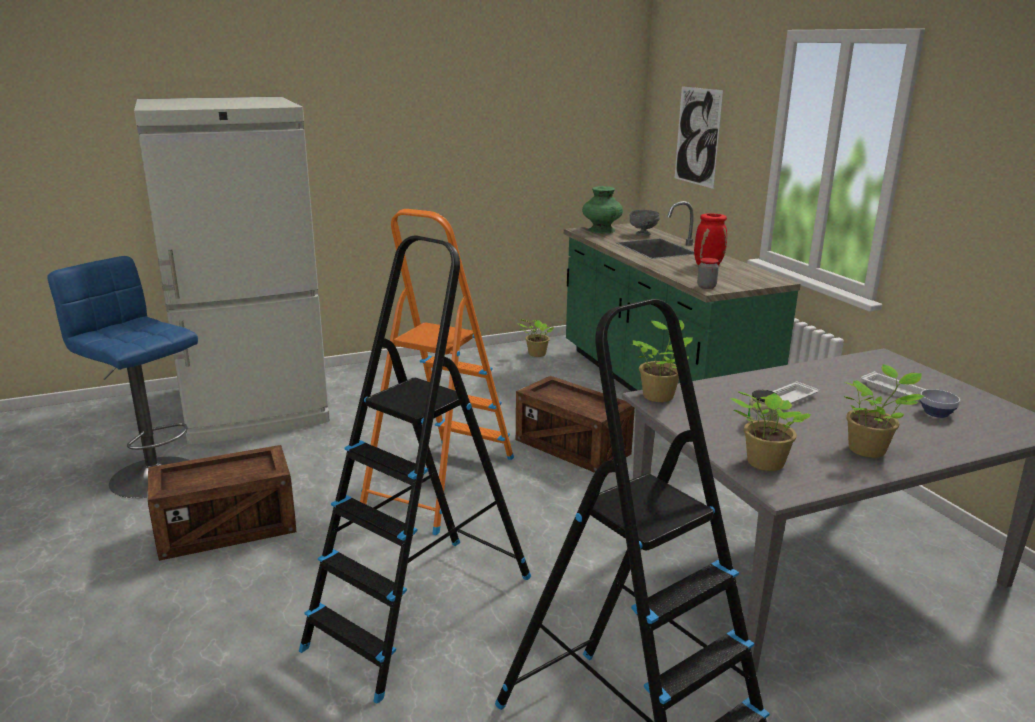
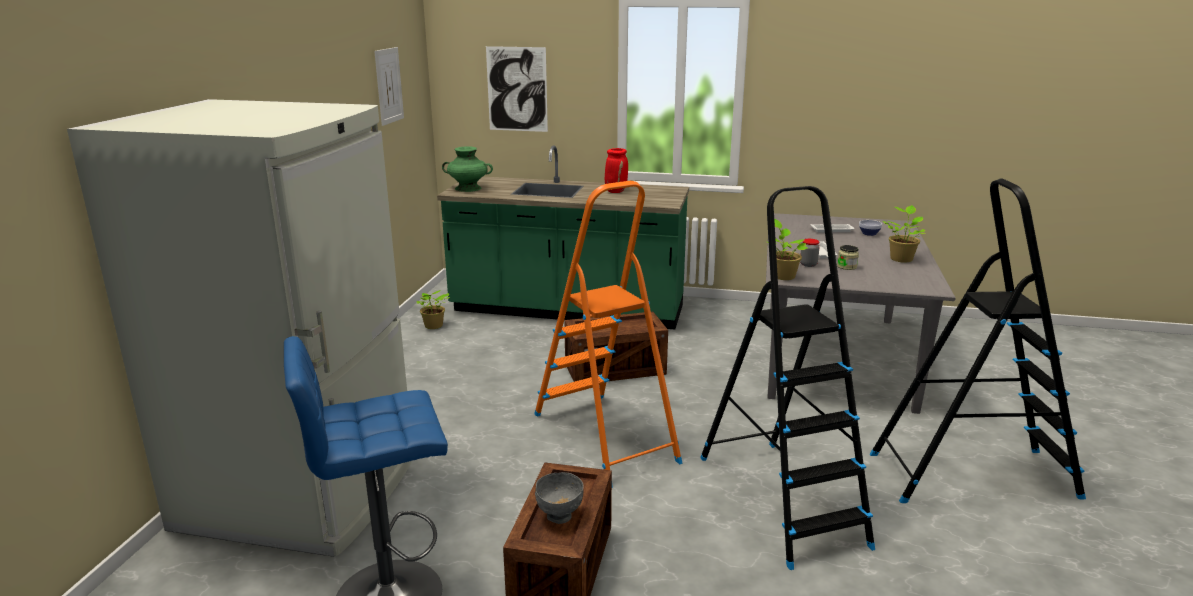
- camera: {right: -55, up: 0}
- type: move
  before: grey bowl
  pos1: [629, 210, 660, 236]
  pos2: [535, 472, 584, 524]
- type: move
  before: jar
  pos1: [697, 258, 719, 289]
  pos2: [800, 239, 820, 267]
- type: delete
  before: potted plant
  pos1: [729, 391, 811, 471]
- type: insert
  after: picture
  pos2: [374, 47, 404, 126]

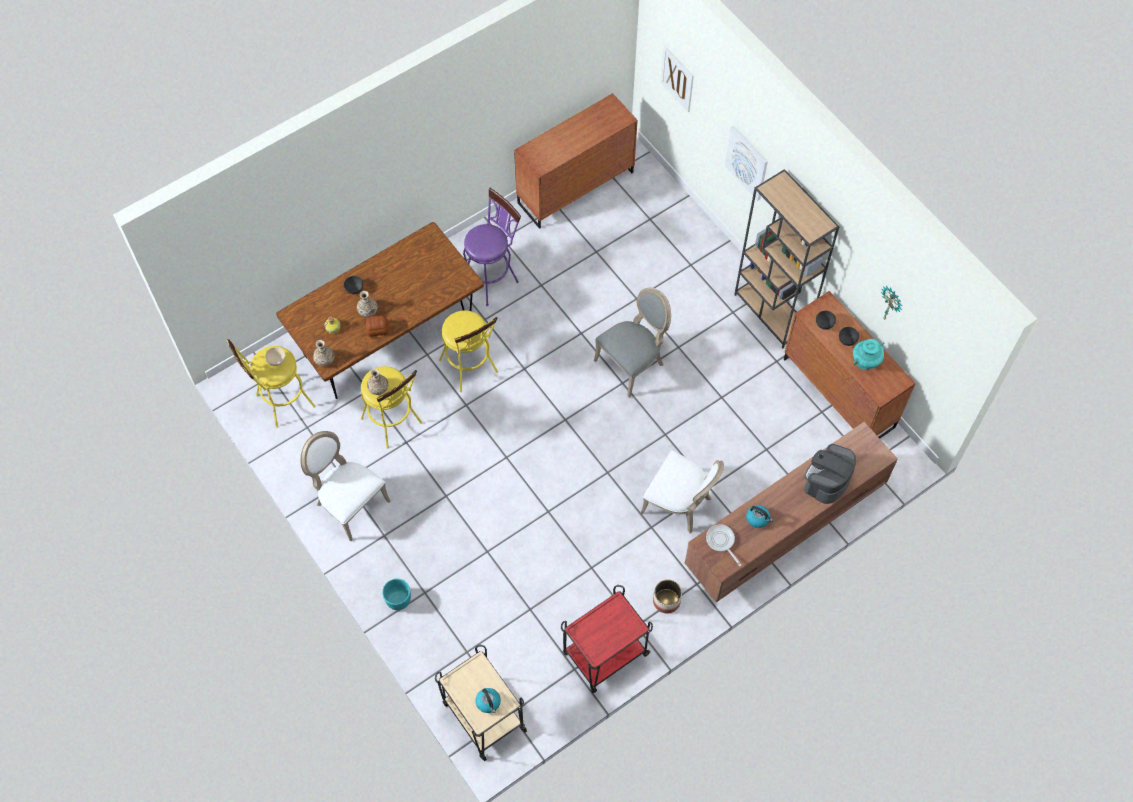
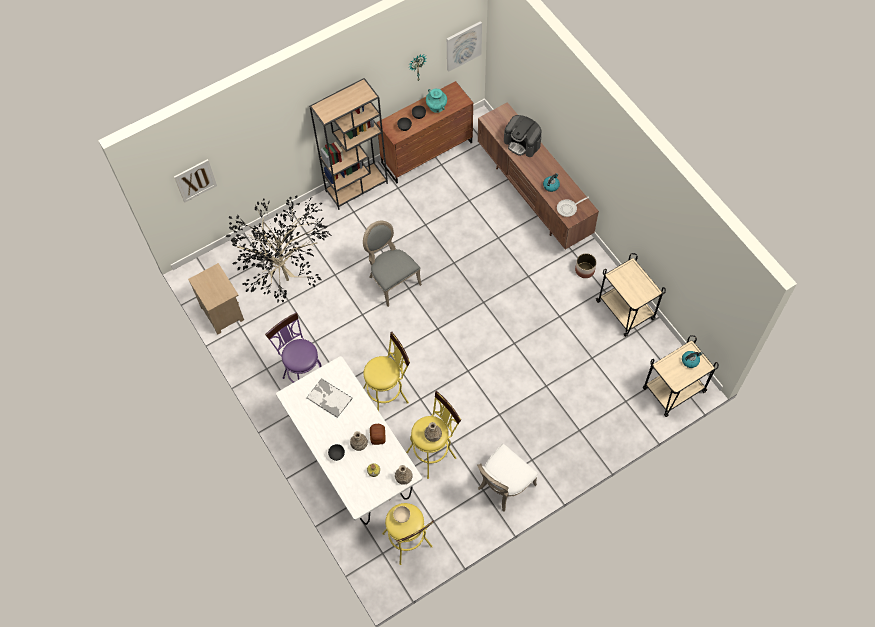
- camera: {right: -85, up: 0}
- type: replace
  before: brown dresser
  after: beige nightstand
  pos1: [514, 93, 638, 229]
  pos2: [188, 263, 244, 335]
- type: move
  before: picture
  pos1: [725, 125, 768, 201]
  pos2: [447, 21, 482, 72]
- type: recolor
  before: brown dining table
  after: white dining table
  pos1: [276, 222, 484, 399]
  pos2: [276, 356, 422, 525]
- type: delete
  before: white chair
  pos1: [641, 450, 724, 533]
- type: delete
  before: turquoise planter
  pos1: [382, 579, 411, 610]
- type: recolor
  before: red cart
  after: beige cart
  pos1: [561, 585, 653, 693]
  pos2: [596, 253, 666, 337]
- type: insert
  after: potted plant
  pos2: [226, 195, 332, 303]
- type: insert
  after: tray
  pos2: [306, 378, 353, 418]

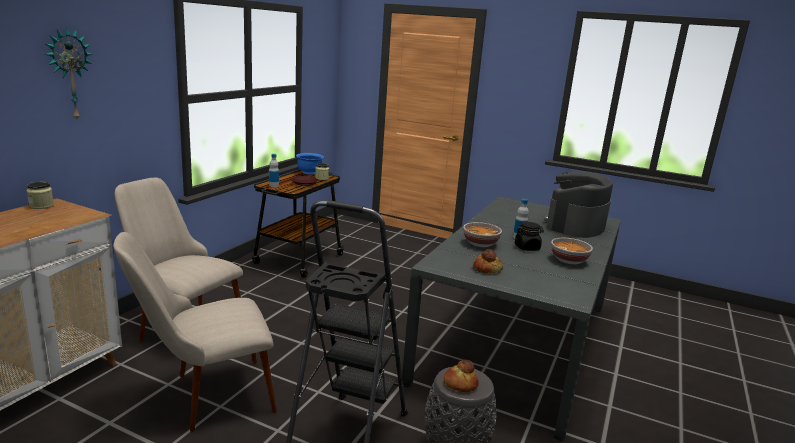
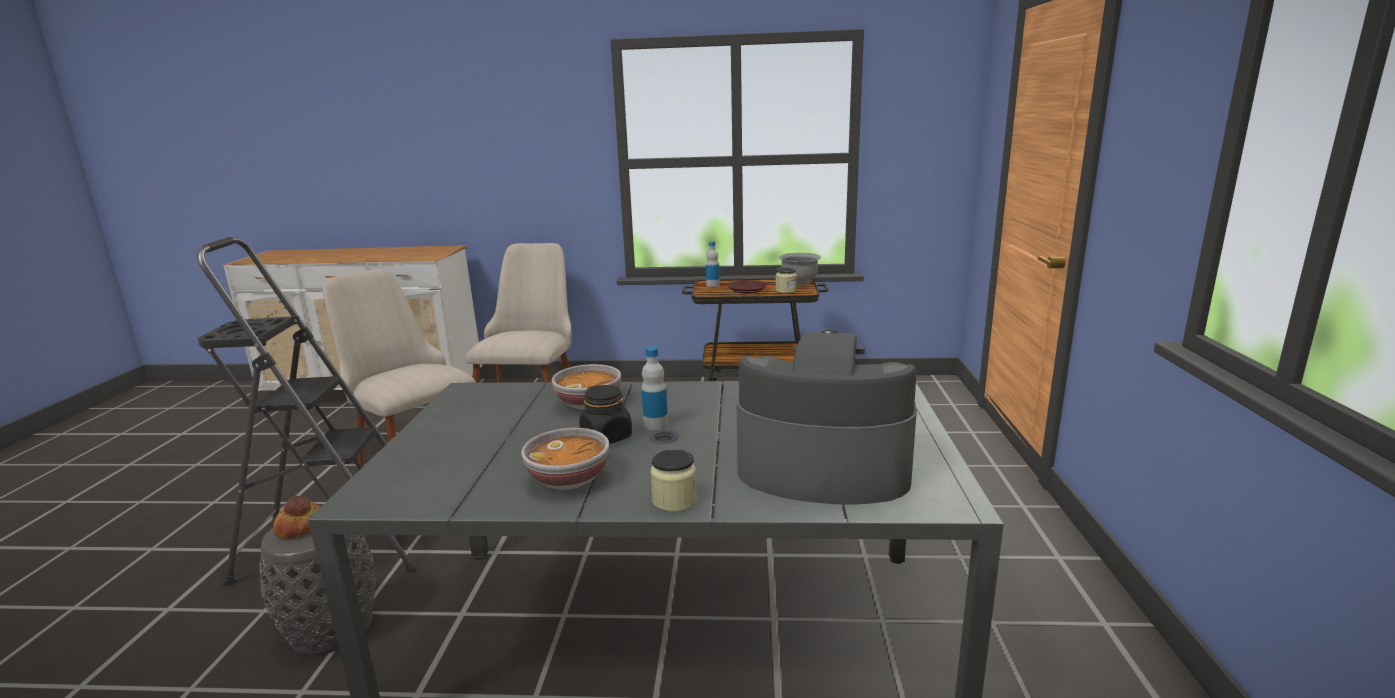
- camera: {right: 70, up: 0}
- type: delete
  before: wall clock
  pos1: [45, 28, 92, 119]
- type: recolor
  before: blue bowl
  after: grey bowl
  pos1: [296, 153, 324, 175]
  pos2: [779, 253, 821, 285]
- type: move
  before: jar
  pos1: [27, 182, 54, 209]
  pos2: [651, 449, 697, 512]
- type: delete
  before: bread
  pos1: [473, 249, 503, 273]

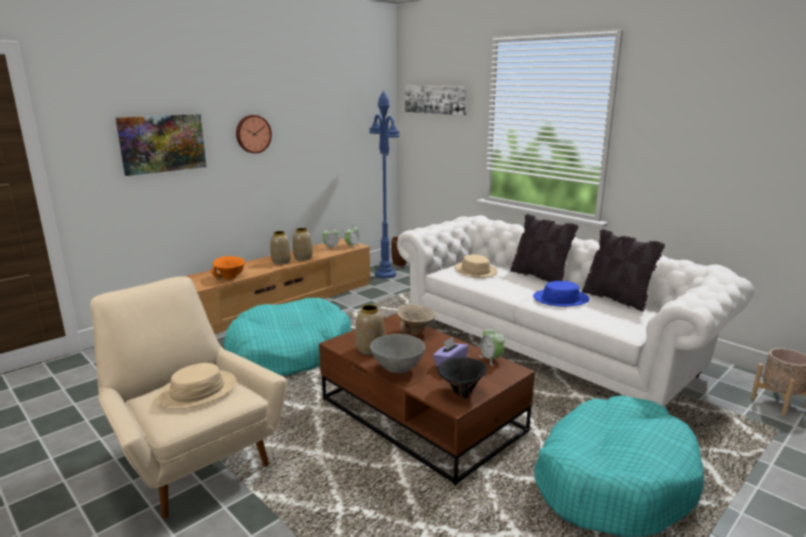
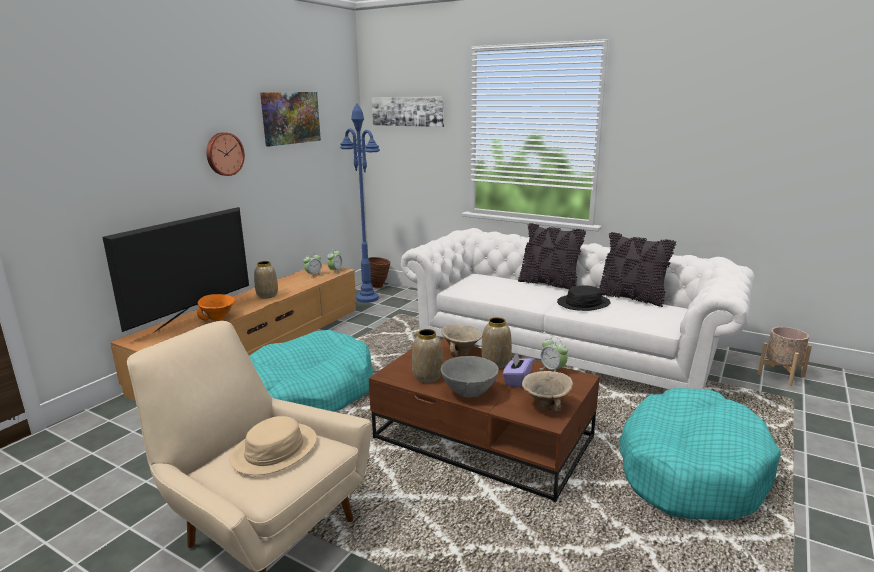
- camera: {right: -15, up: 0}
- type: move
  before: picture
  pos1: [116, 114, 207, 176]
  pos2: [260, 92, 321, 146]
- type: move
  before: vase
  pos1: [293, 228, 313, 261]
  pos2: [481, 317, 512, 369]
- type: delete
  before: beige hat
  pos1: [454, 254, 498, 278]
- type: recolor
  before: blue hat
  after: black hat
  pos1: [533, 281, 589, 307]
  pos2: [557, 285, 611, 311]
- type: recolor
  before: black bowl
  after: beige bowl
  pos1: [438, 357, 487, 399]
  pos2: [522, 371, 573, 413]
- type: insert
  after: television
  pos2: [102, 207, 249, 333]

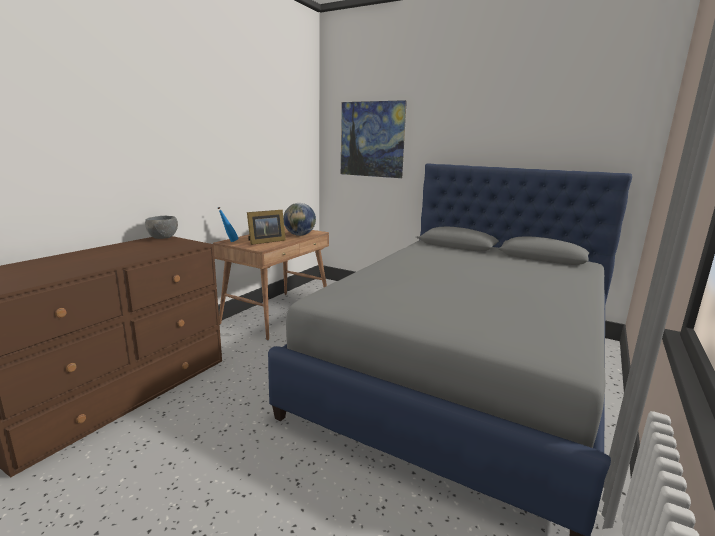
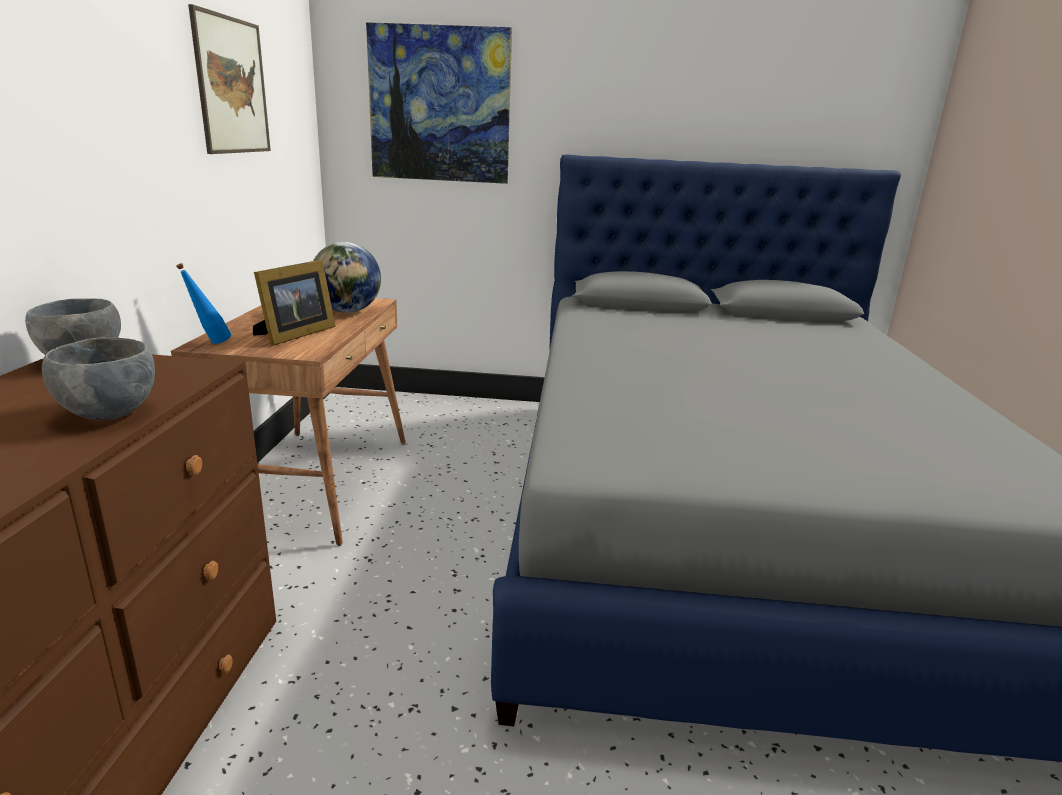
- camera: {right: -25, up: 5}
- type: insert
  after: picture
  pos2: [188, 4, 271, 154]
- type: insert
  after: grey bowl
  pos2: [42, 337, 155, 420]

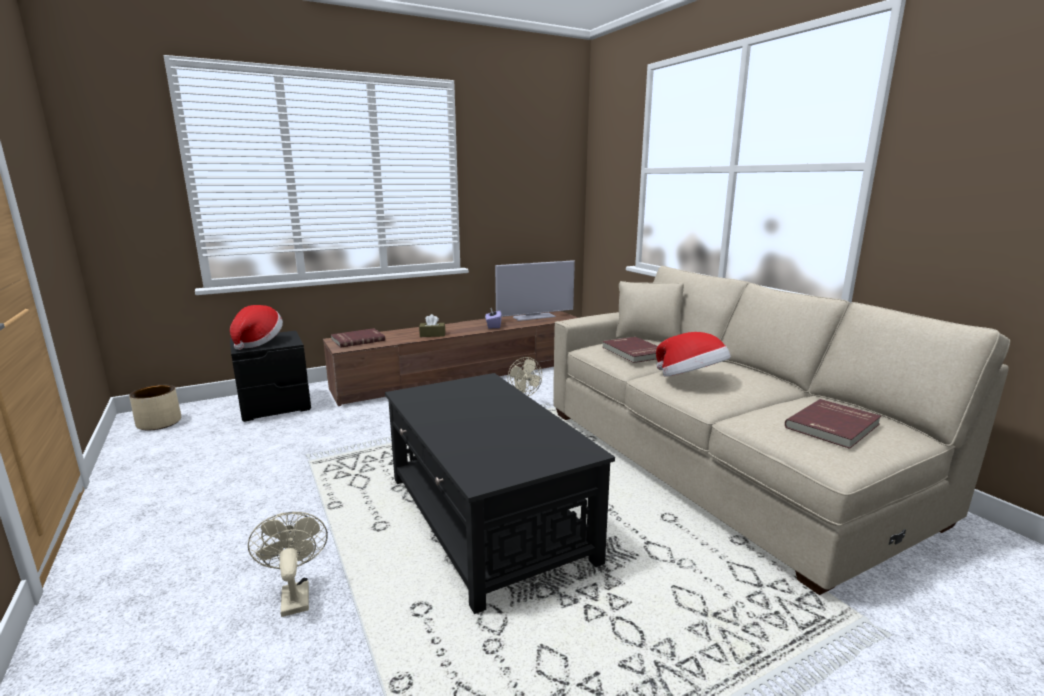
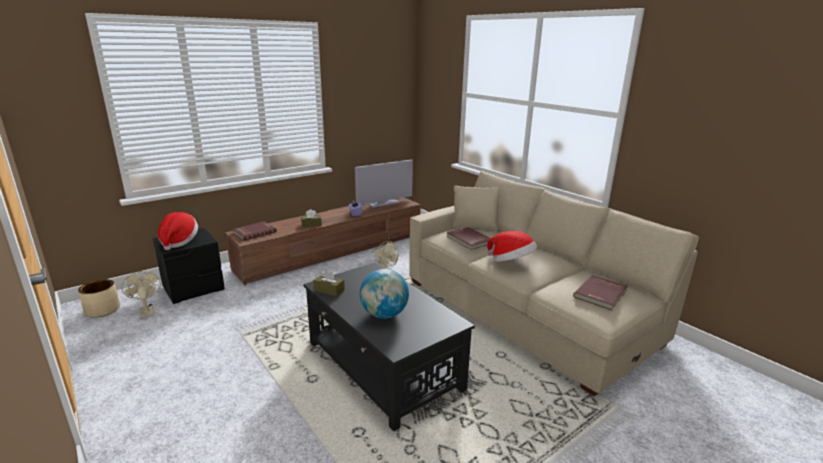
- camera: {right: -10, up: 5}
- type: move
  before: beige fan
  pos1: [248, 512, 328, 617]
  pos2: [121, 271, 161, 318]
- type: insert
  after: globe
  pos2: [360, 269, 409, 319]
- type: insert
  after: brown tissue box
  pos2: [313, 270, 345, 297]

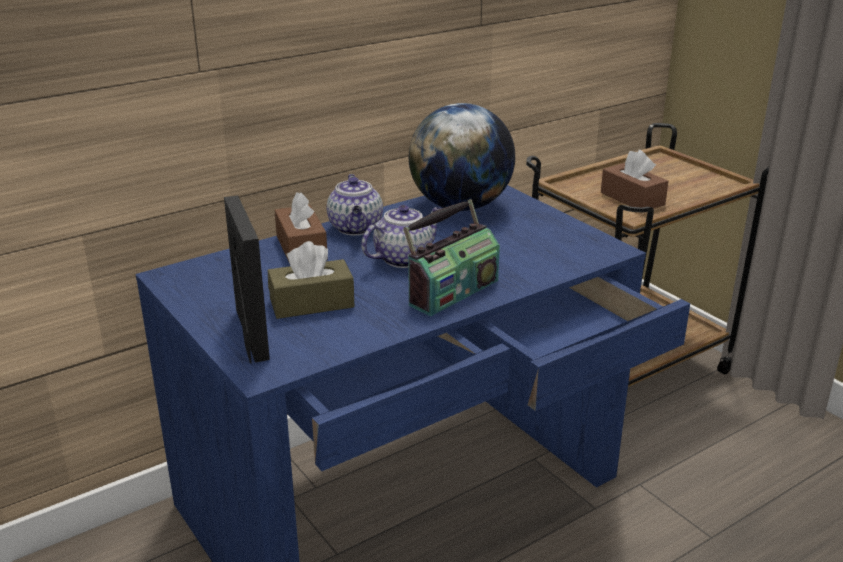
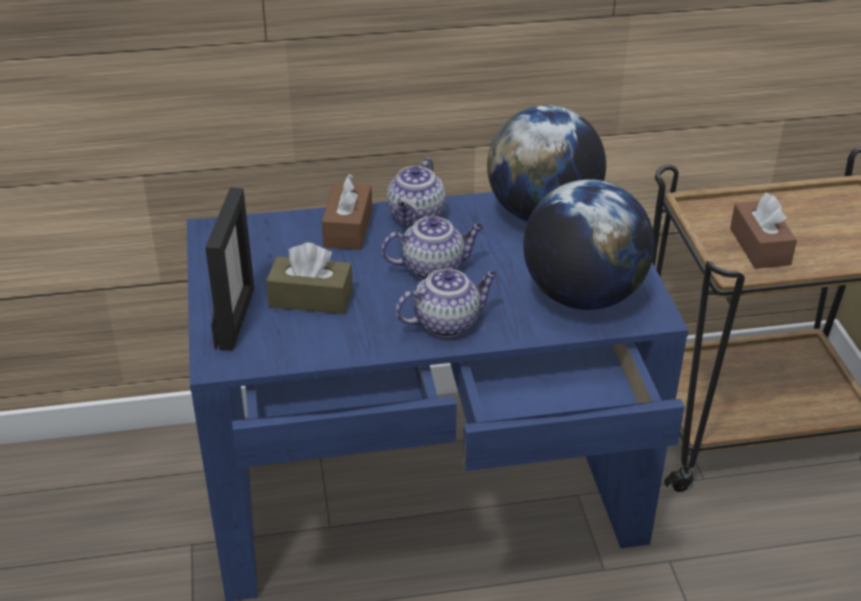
- camera: {right: 25, up: 10}
- type: replace
  before: radio
  after: teapot
  pos1: [403, 199, 500, 316]
  pos2: [396, 268, 498, 337]
- type: insert
  after: globe
  pos2: [523, 179, 655, 310]

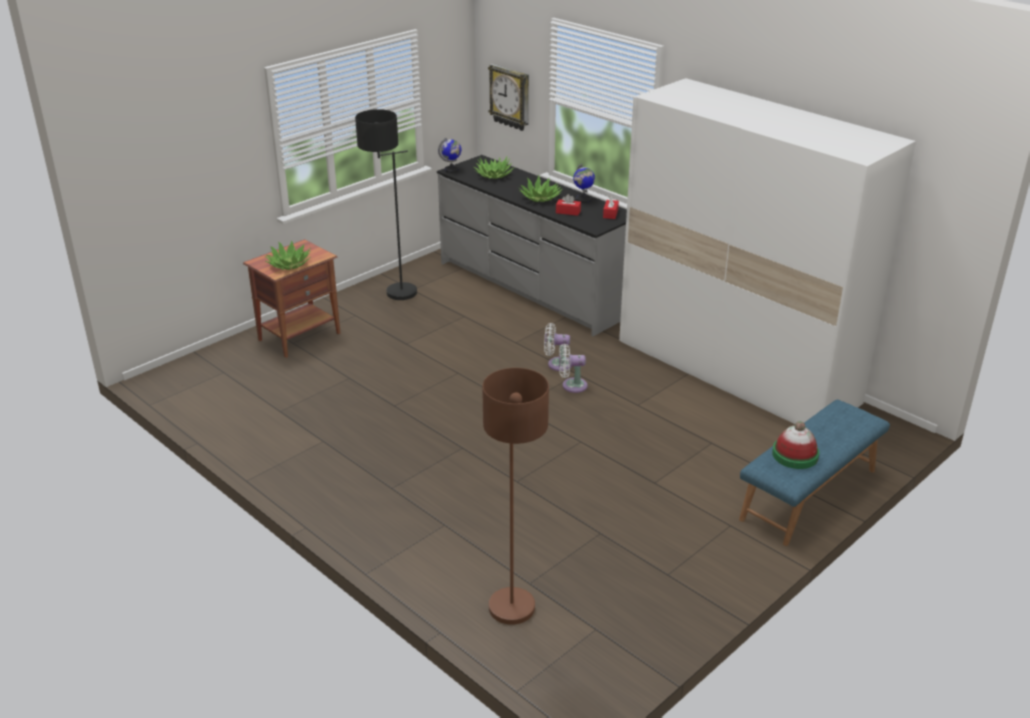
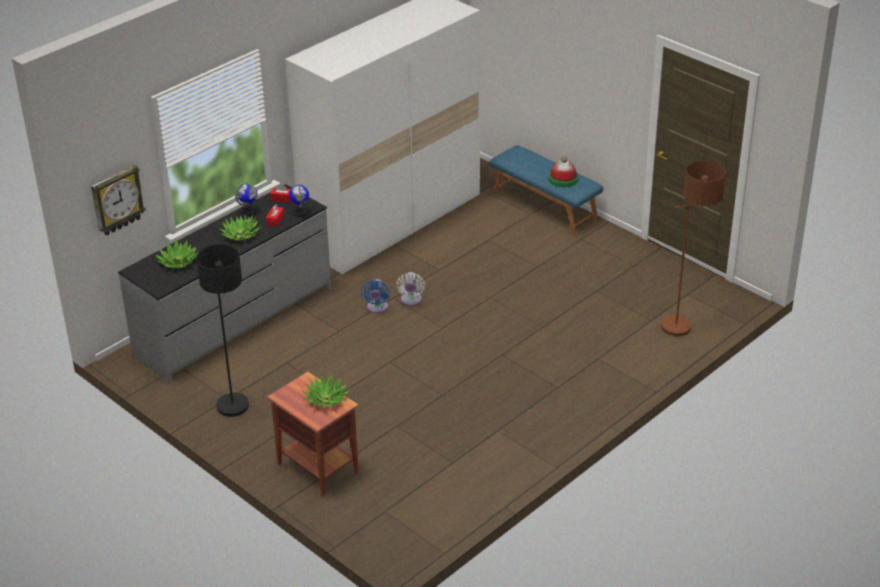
- camera: {right: -90, up: 5}
- type: move
  before: globe
  pos1: [438, 138, 461, 173]
  pos2: [289, 185, 309, 217]
- type: recolor
  before: white fan
  after: blue fan
  pos1: [544, 323, 571, 371]
  pos2: [361, 279, 390, 313]

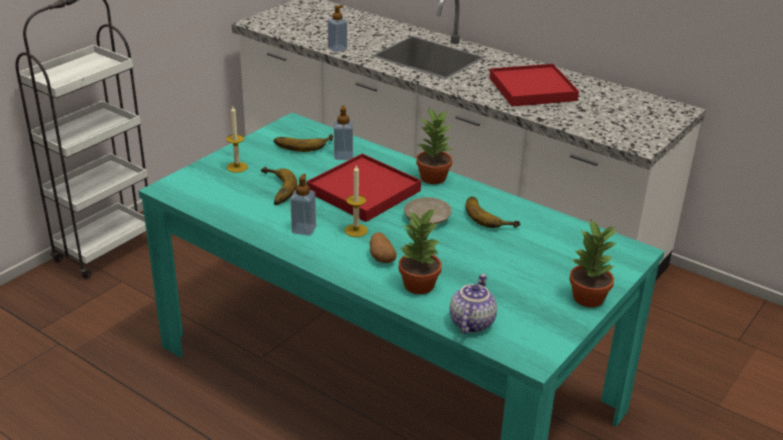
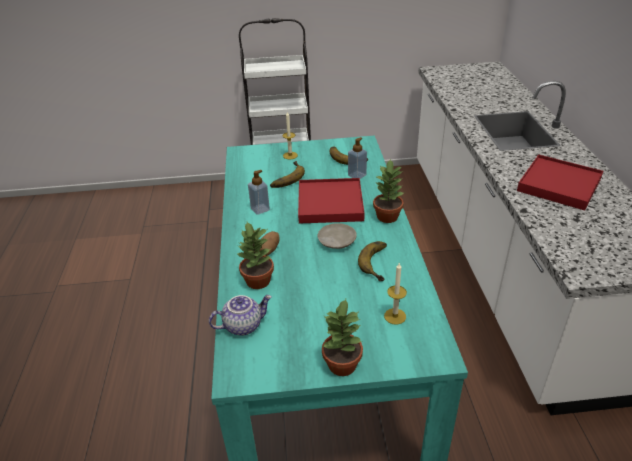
- camera: {right: 50, up: 5}
- type: delete
  before: soap dispenser
  pos1: [328, 5, 347, 52]
- type: move
  before: candle
  pos1: [345, 164, 368, 237]
  pos2: [384, 263, 407, 325]

